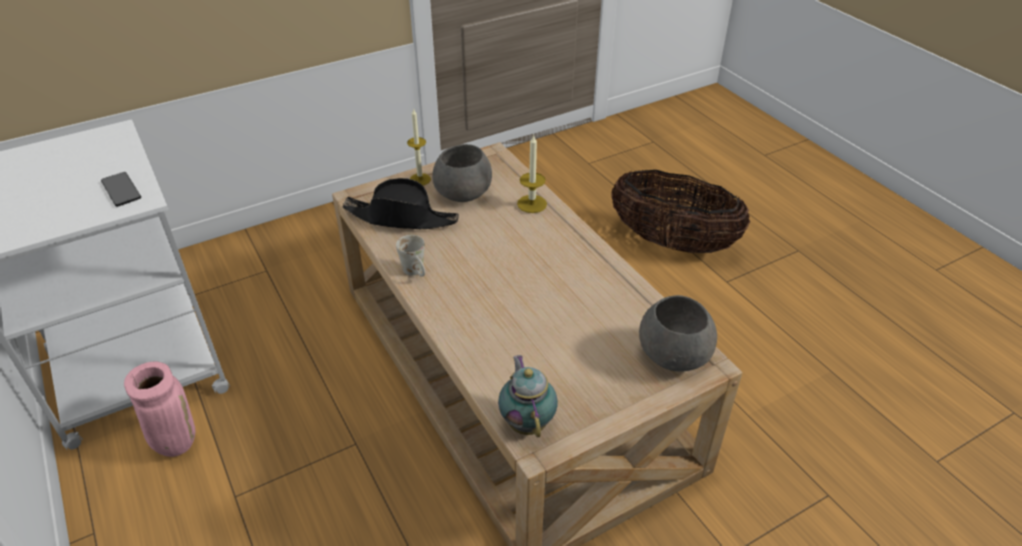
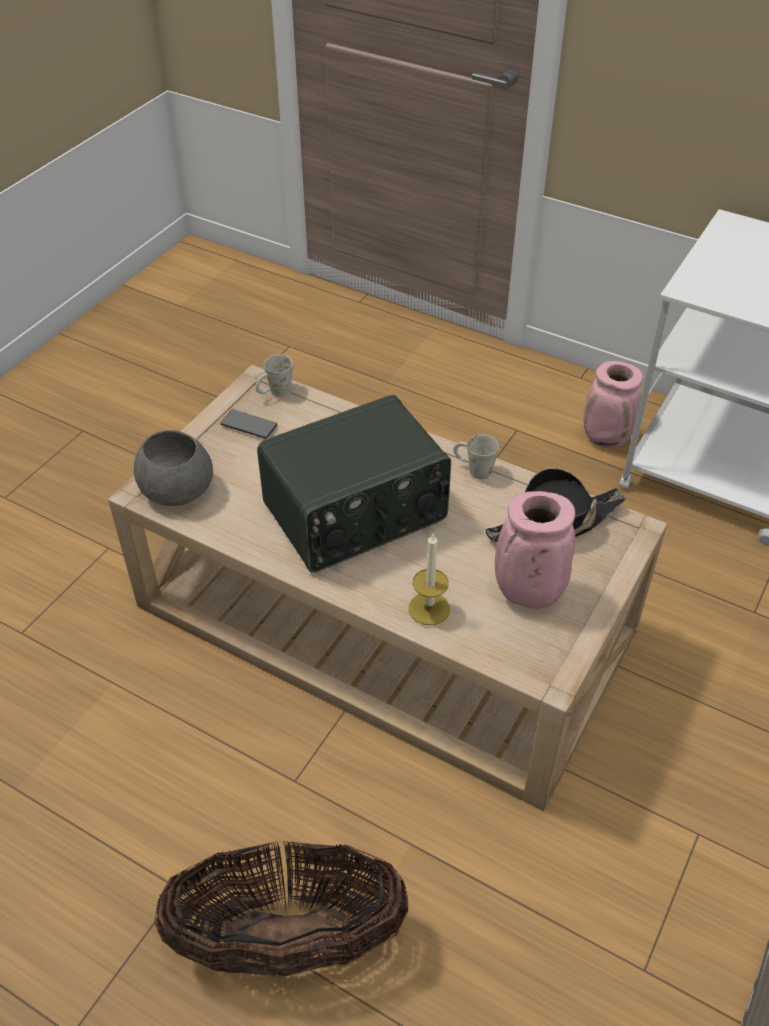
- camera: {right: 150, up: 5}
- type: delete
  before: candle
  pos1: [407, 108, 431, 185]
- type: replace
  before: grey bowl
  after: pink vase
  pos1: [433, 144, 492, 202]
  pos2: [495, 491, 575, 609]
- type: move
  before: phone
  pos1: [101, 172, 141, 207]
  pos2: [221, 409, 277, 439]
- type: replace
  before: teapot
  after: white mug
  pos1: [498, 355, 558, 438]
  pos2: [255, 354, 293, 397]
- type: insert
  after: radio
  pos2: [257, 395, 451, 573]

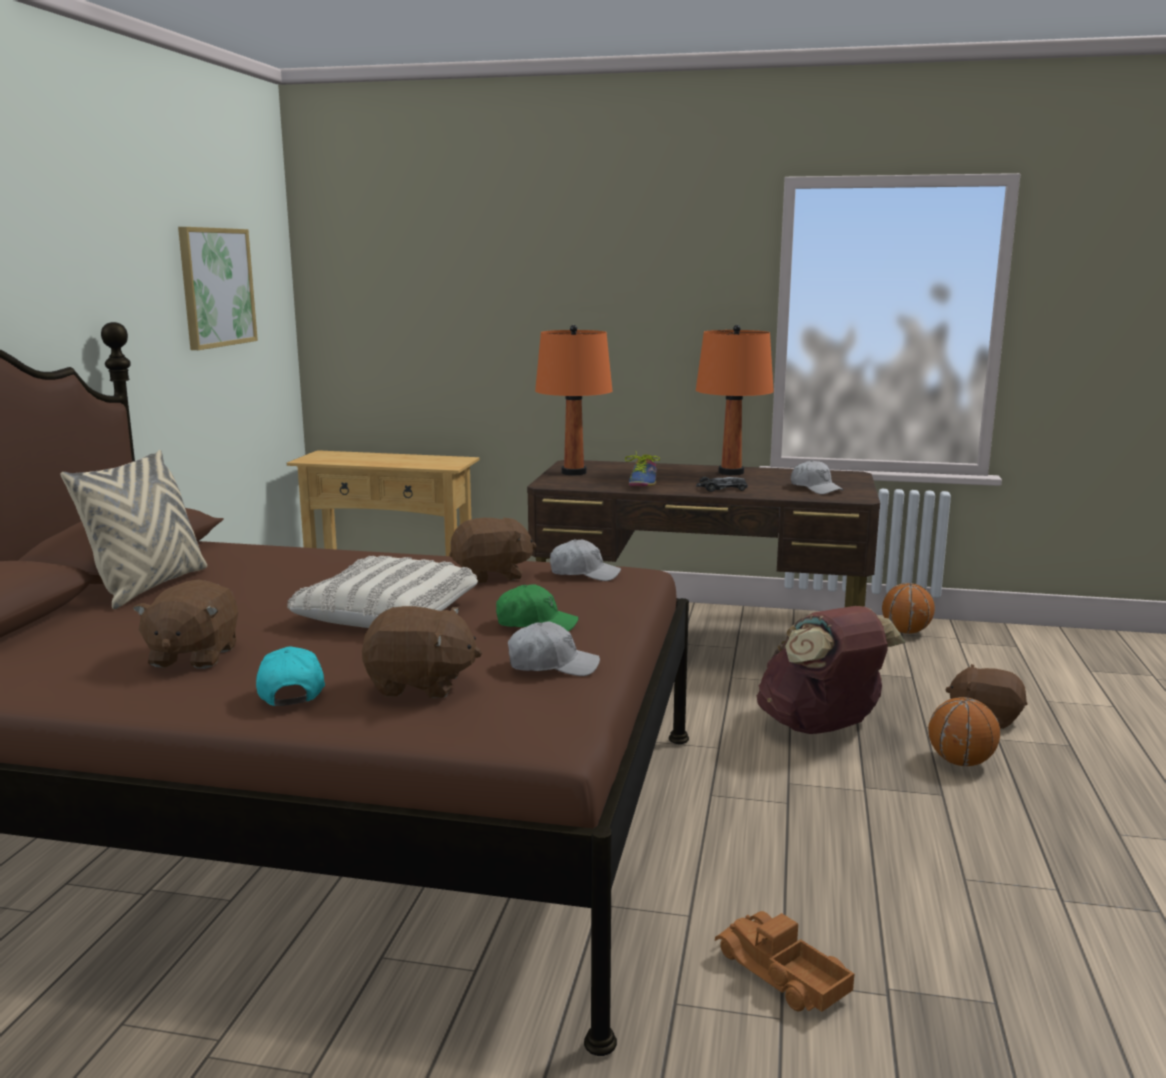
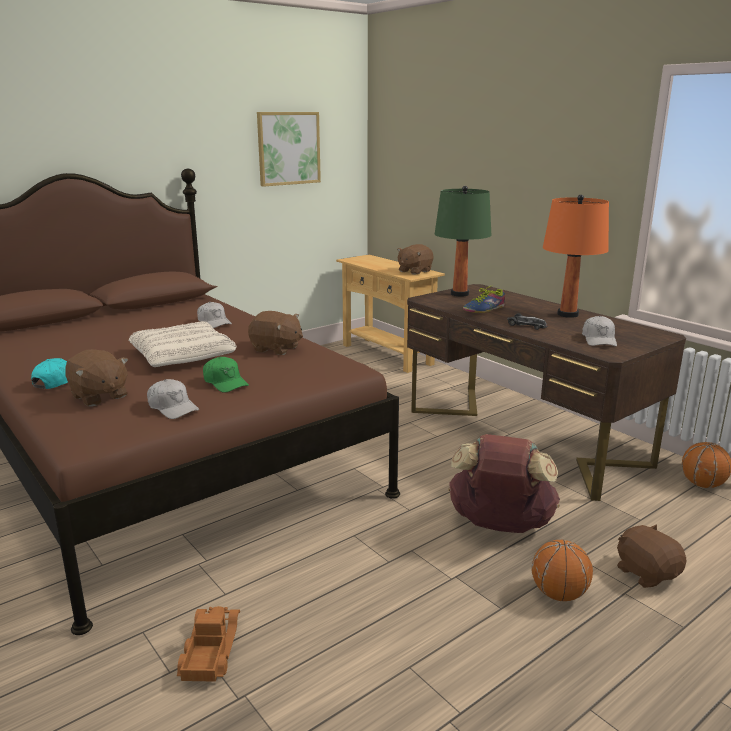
- camera: {right: 40, up: 5}
- type: recolor
  before: orange table lamp
  after: green table lamp
  pos1: [535, 325, 613, 475]
  pos2: [434, 186, 492, 297]
- type: delete
  before: beige pillow
  pos1: [61, 450, 207, 609]
- type: move
  before: white cap
  pos1: [550, 539, 621, 581]
  pos2: [197, 302, 232, 328]
- type: move
  before: brown plush toy
  pos1: [133, 579, 238, 669]
  pos2: [397, 244, 434, 275]

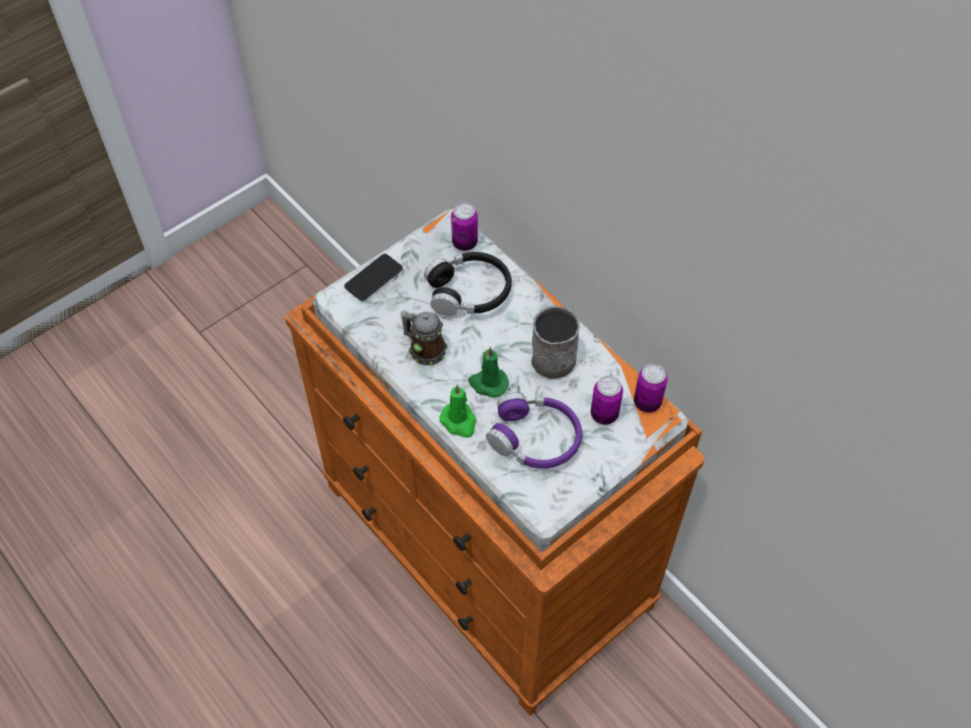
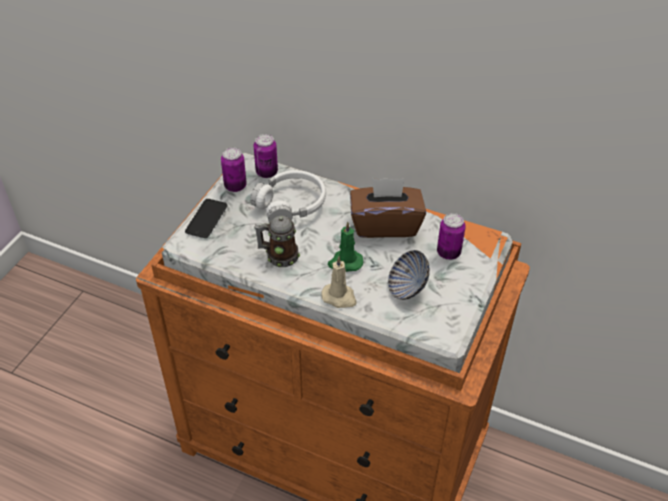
- camera: {right: -25, up: -10}
- type: recolor
  before: black headphones
  after: white headphones
  pos1: [424, 252, 512, 316]
  pos2: [250, 170, 326, 223]
- type: replace
  before: grey mug
  after: brown tissue box
  pos1: [531, 306, 580, 379]
  pos2: [350, 178, 426, 238]
- type: move
  before: can
  pos1: [634, 364, 668, 413]
  pos2: [221, 147, 247, 192]
- type: recolor
  before: green candle
  after: beige candle
  pos1: [439, 385, 476, 438]
  pos2: [321, 256, 357, 308]
- type: replace
  before: purple headphones
  after: bowl
  pos1: [486, 393, 582, 469]
  pos2: [388, 250, 430, 300]

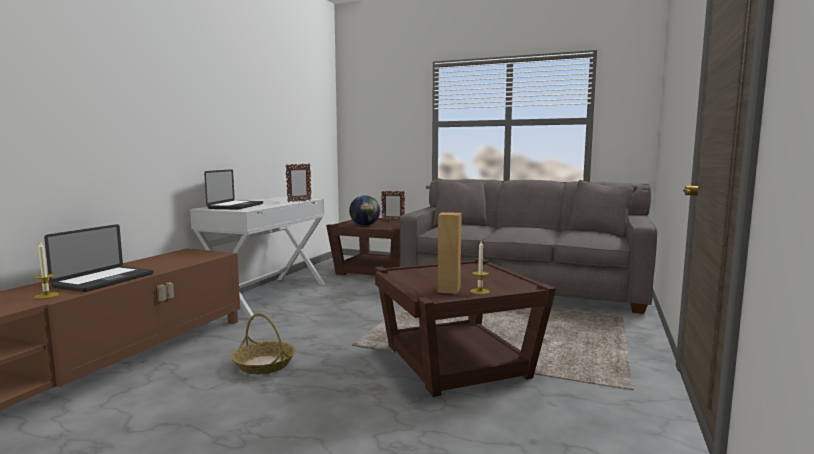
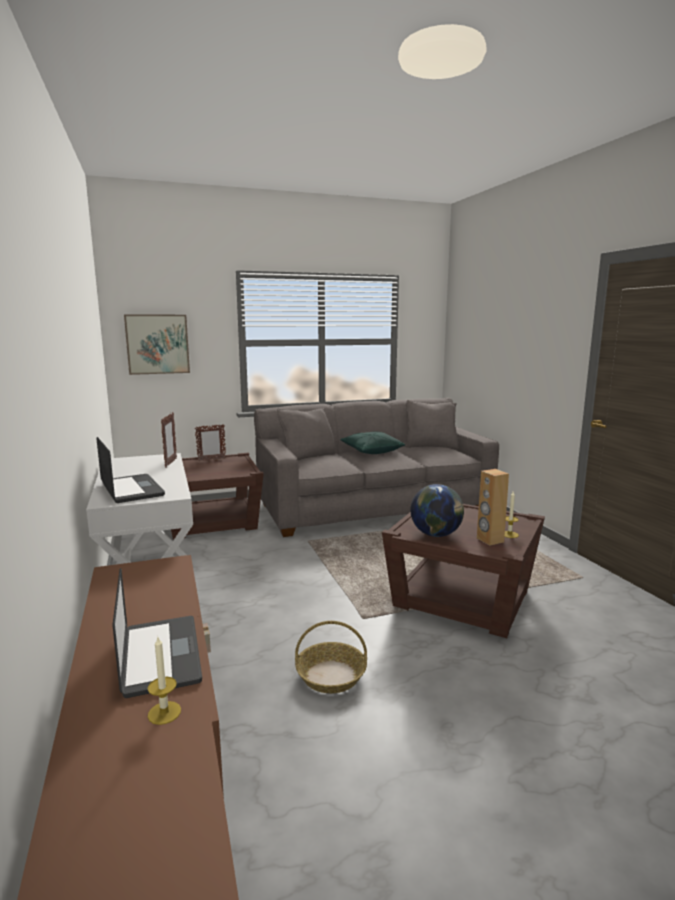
- camera: {right: -40, up: 5}
- type: move
  before: globe
  pos1: [349, 195, 380, 226]
  pos2: [411, 484, 464, 537]
- type: insert
  after: picture
  pos2: [124, 314, 190, 375]
- type: insert
  after: green pillow
  pos2: [340, 431, 405, 454]

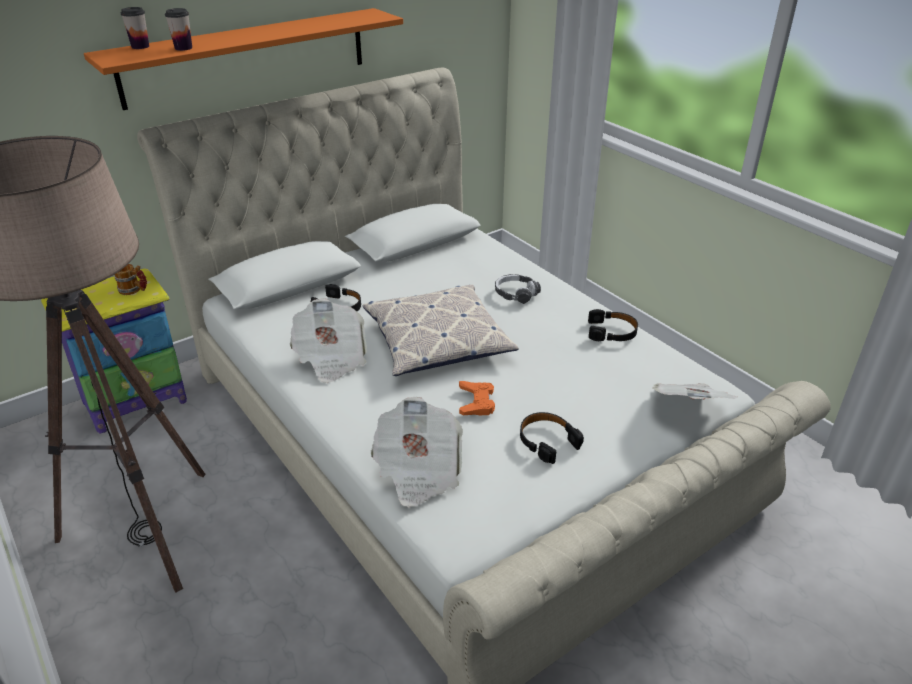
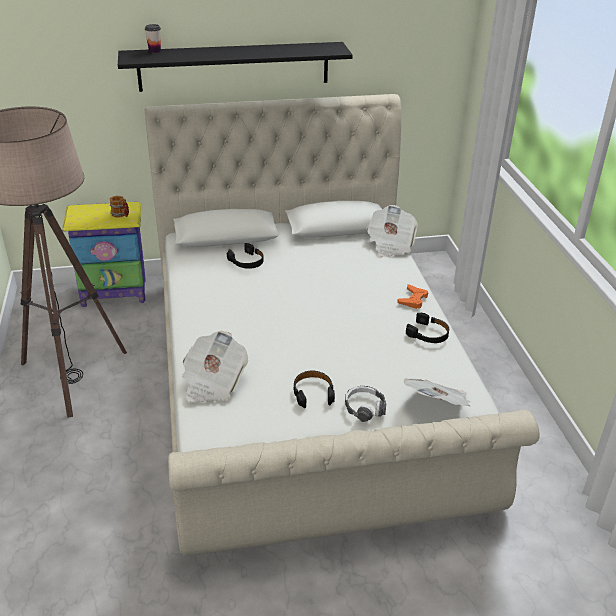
- camera: {right: 25, up: 0}
- type: recolor
  before: orange shelf
  after: black shelf
  pos1: [84, 8, 403, 110]
  pos2: [118, 42, 353, 92]
- type: delete
  before: cup
  pos1: [165, 8, 192, 51]
- type: move
  before: headphones
  pos1: [495, 274, 541, 304]
  pos2: [345, 386, 387, 422]
- type: delete
  before: pillow
  pos1: [362, 285, 519, 376]
- type: move
  before: newspaper
  pos1: [290, 298, 367, 383]
  pos2: [367, 205, 418, 257]
- type: move
  before: orange game controller
  pos1: [459, 381, 495, 415]
  pos2: [397, 284, 428, 309]

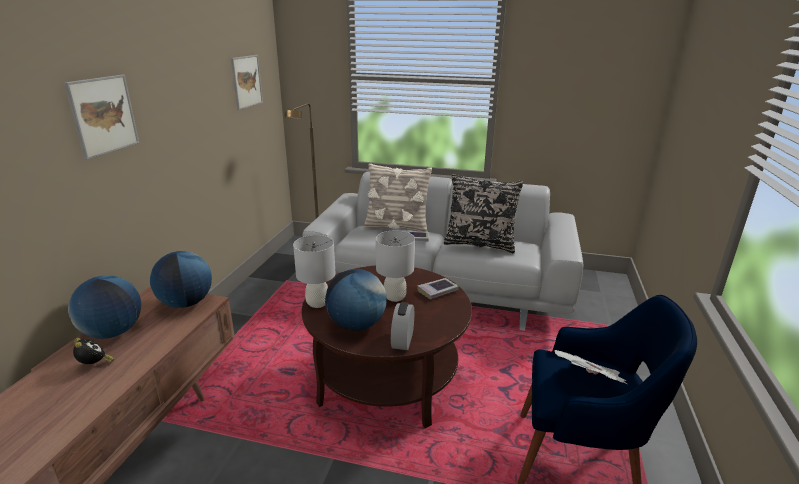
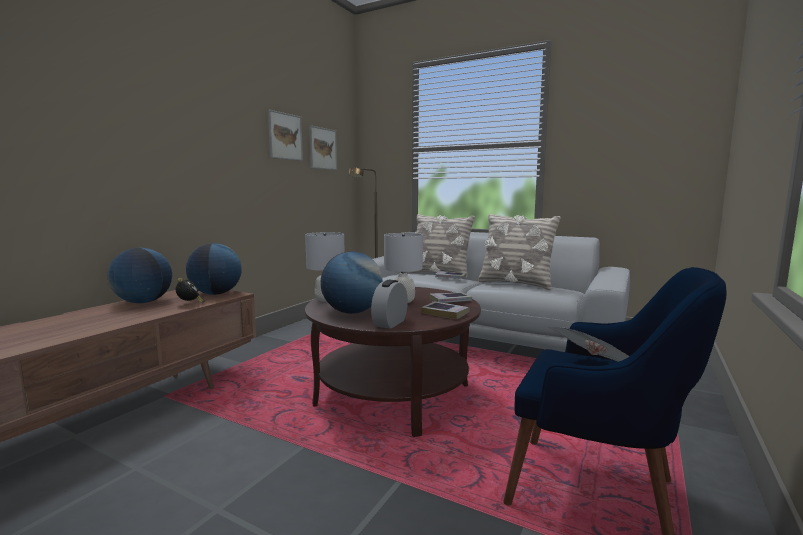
- camera: {right: 15, up: -15}
- type: move
  before: picture
  pos1: [64, 75, 139, 159]
  pos2: [268, 110, 303, 161]
- type: recolor
  before: black pillow
  after: beige pillow
  pos1: [444, 174, 524, 254]
  pos2: [478, 214, 560, 290]
- type: move
  before: alarm clock
  pos1: [73, 338, 114, 364]
  pos2: [176, 278, 205, 303]
- type: insert
  after: book
  pos2: [421, 301, 470, 319]

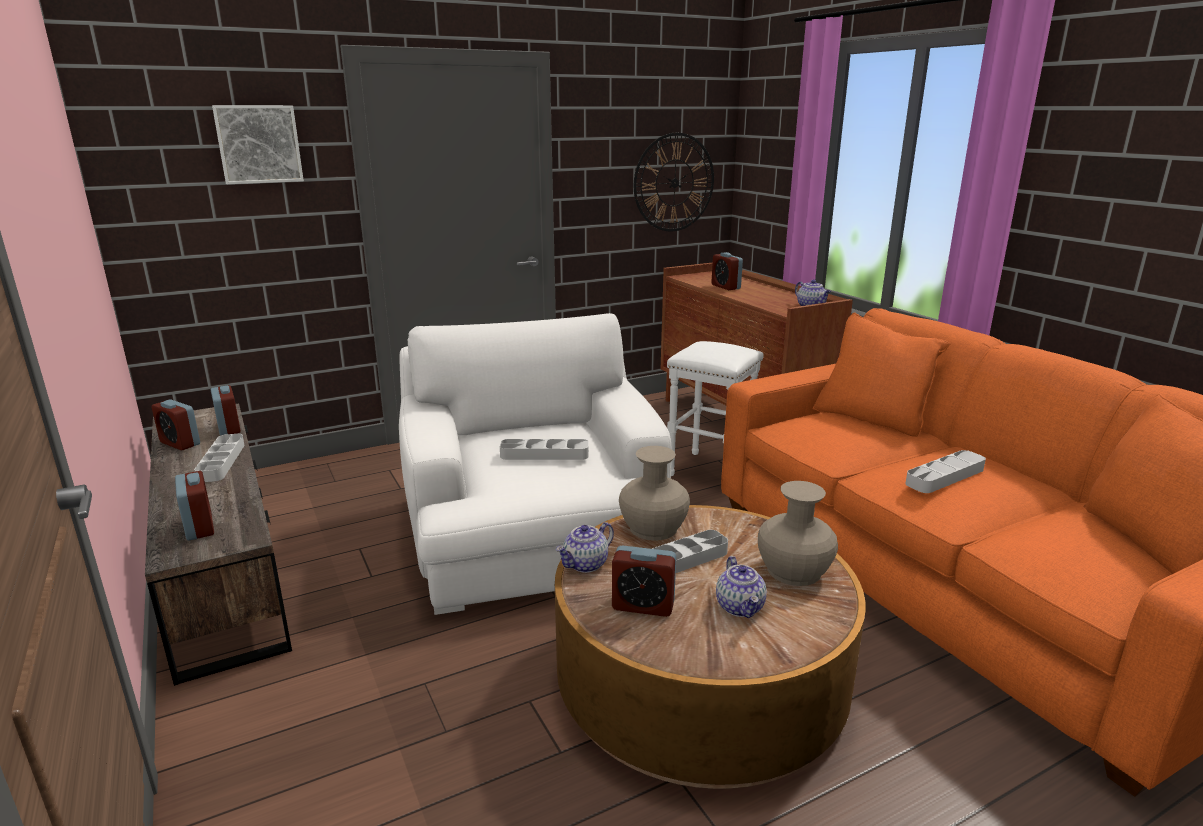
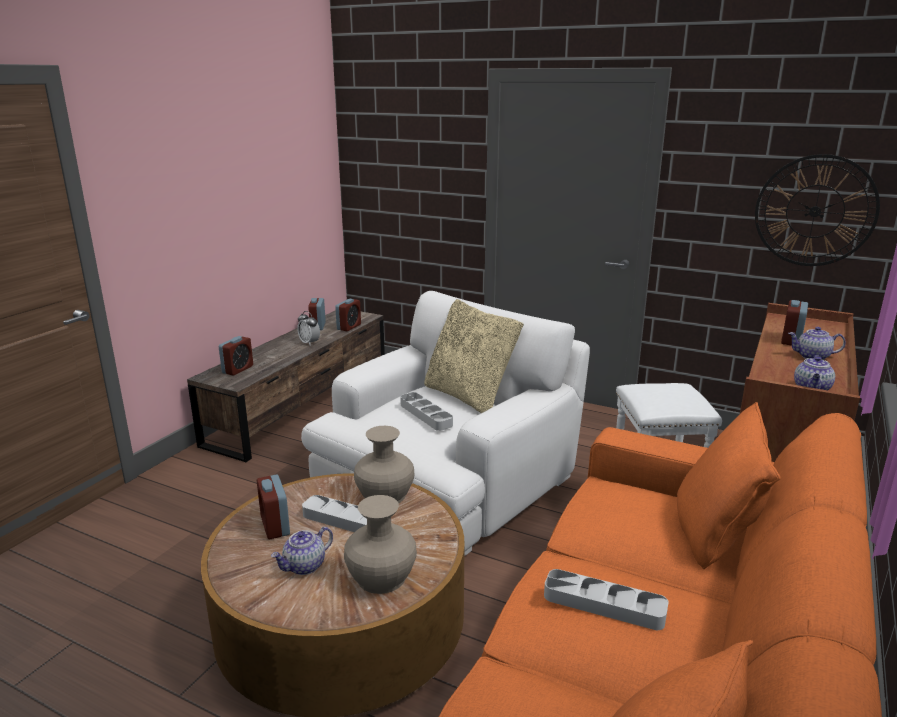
- camera: {right: 55, up: 0}
- type: delete
  before: picture
  pos1: [212, 105, 304, 184]
- type: replace
  before: grey tray
  after: alarm clock
  pos1: [194, 434, 245, 482]
  pos2: [297, 311, 320, 346]
- type: move
  before: teapot
  pos1: [555, 522, 614, 573]
  pos2: [788, 327, 846, 360]
- type: insert
  after: beige pillow
  pos2: [424, 299, 524, 413]

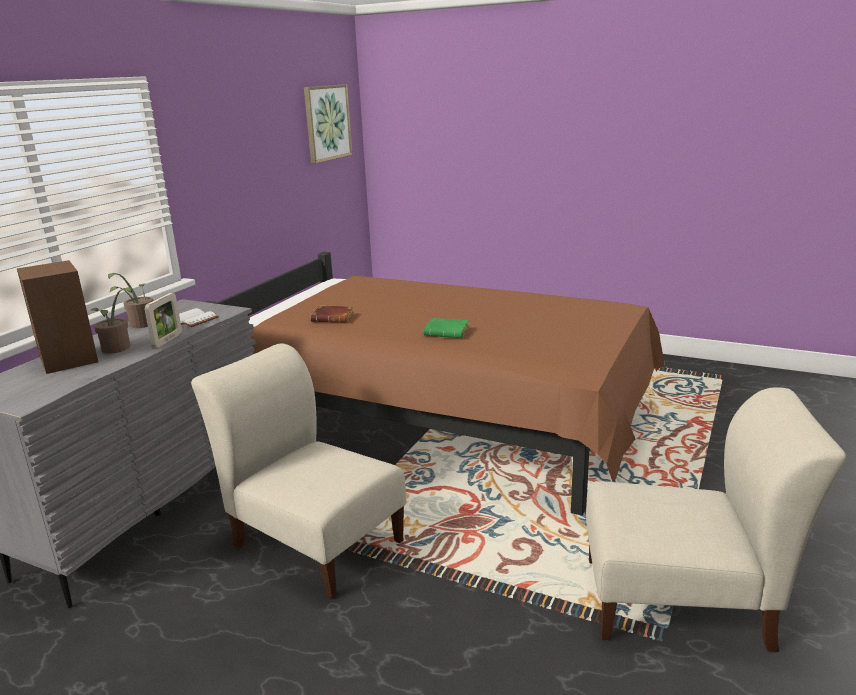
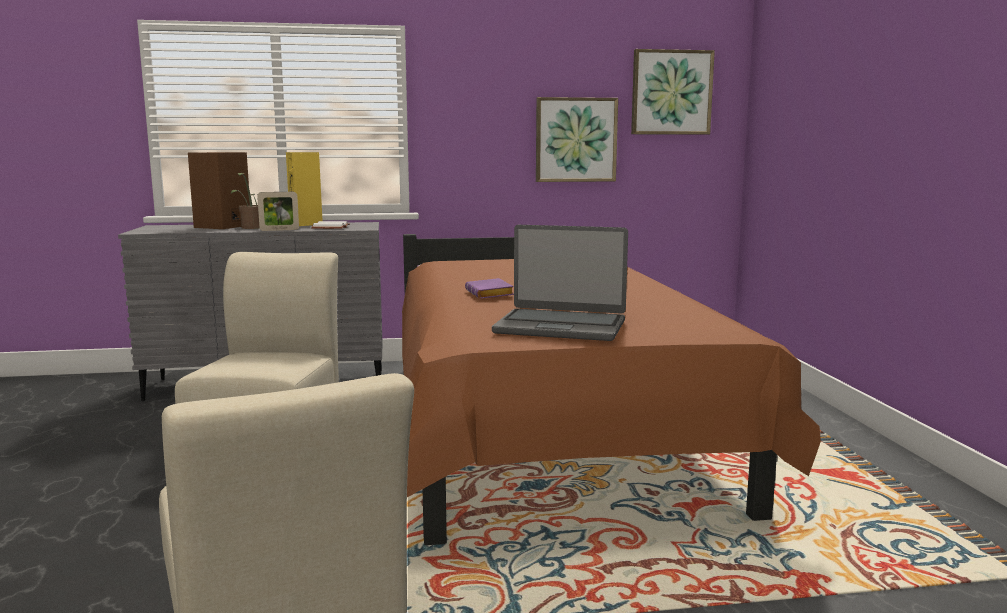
- camera: {right: 55, up: -10}
- type: replace
  before: potted plant
  after: yellow speaker
  pos1: [108, 273, 153, 328]
  pos2: [286, 152, 322, 226]
- type: delete
  before: brown book
  pos1: [310, 306, 354, 322]
- type: recolor
  before: green book
  after: purple book
  pos1: [423, 318, 469, 338]
  pos2: [465, 278, 514, 299]
- type: insert
  after: picture
  pos2: [536, 97, 618, 182]
- type: insert
  after: laptop
  pos2: [492, 225, 628, 341]

